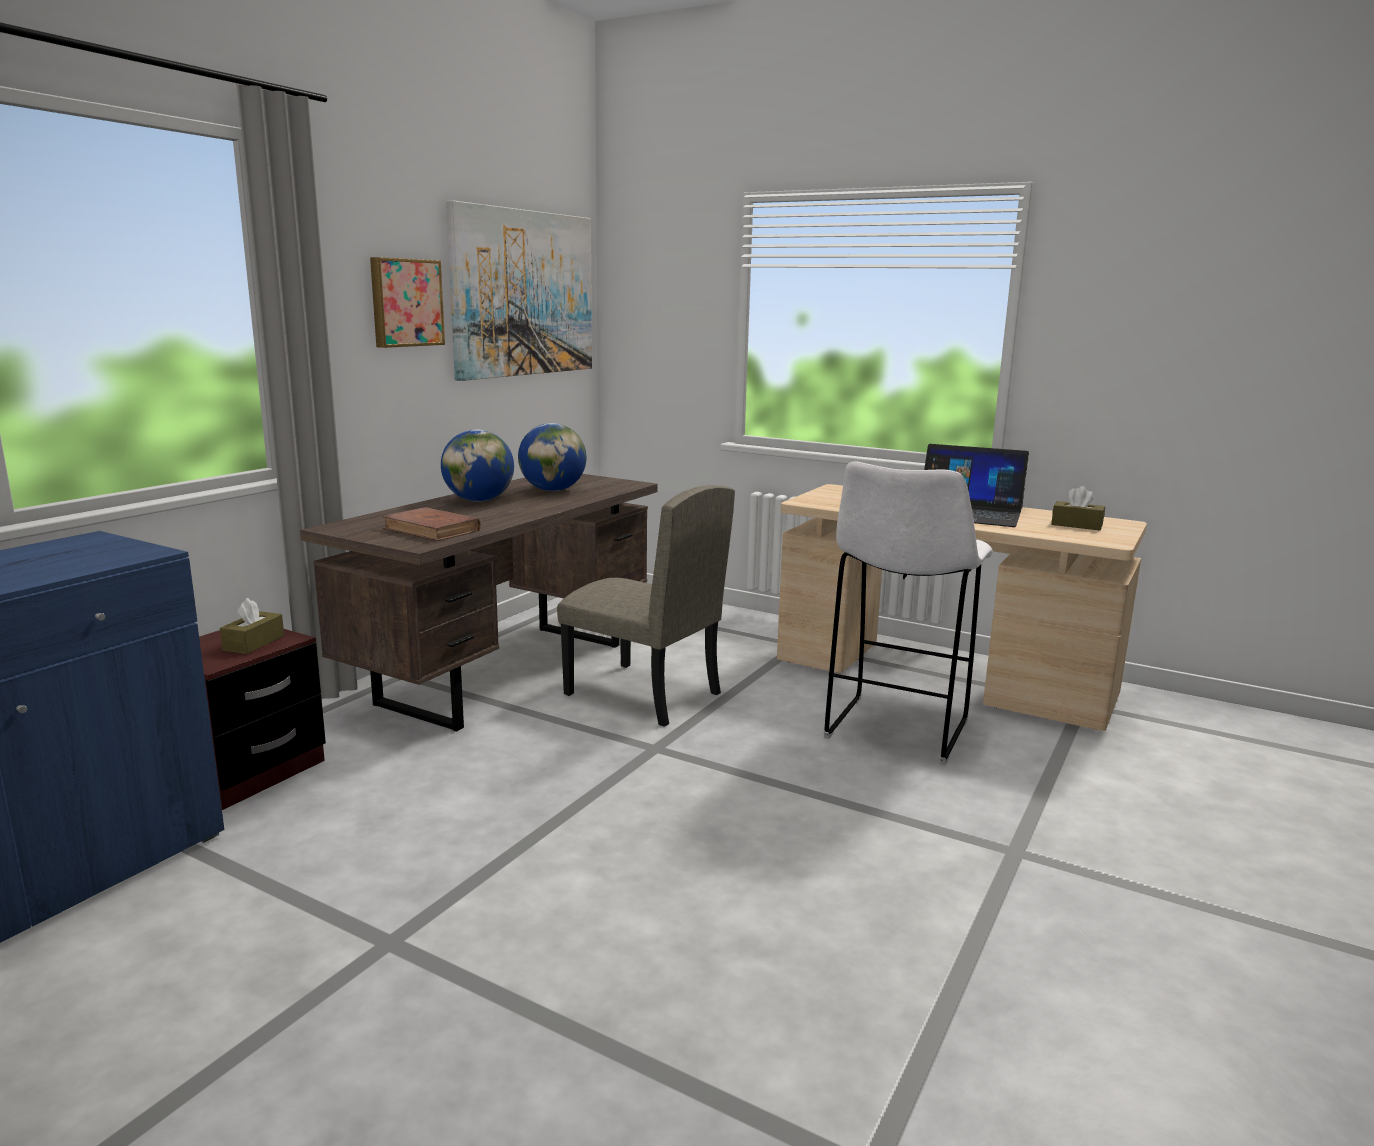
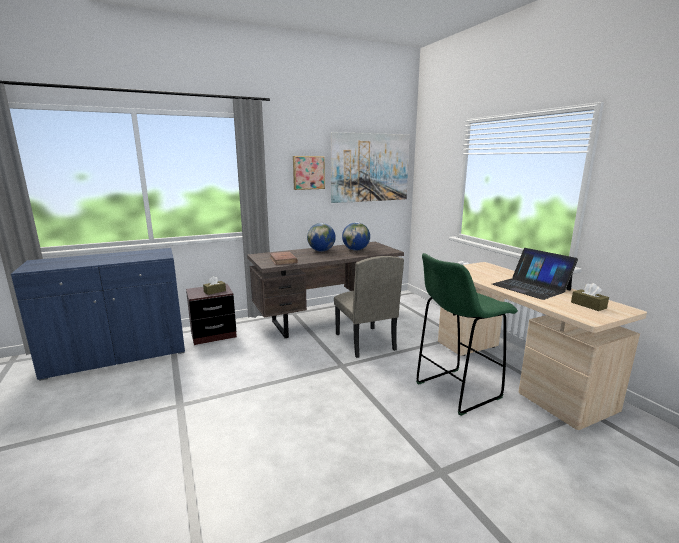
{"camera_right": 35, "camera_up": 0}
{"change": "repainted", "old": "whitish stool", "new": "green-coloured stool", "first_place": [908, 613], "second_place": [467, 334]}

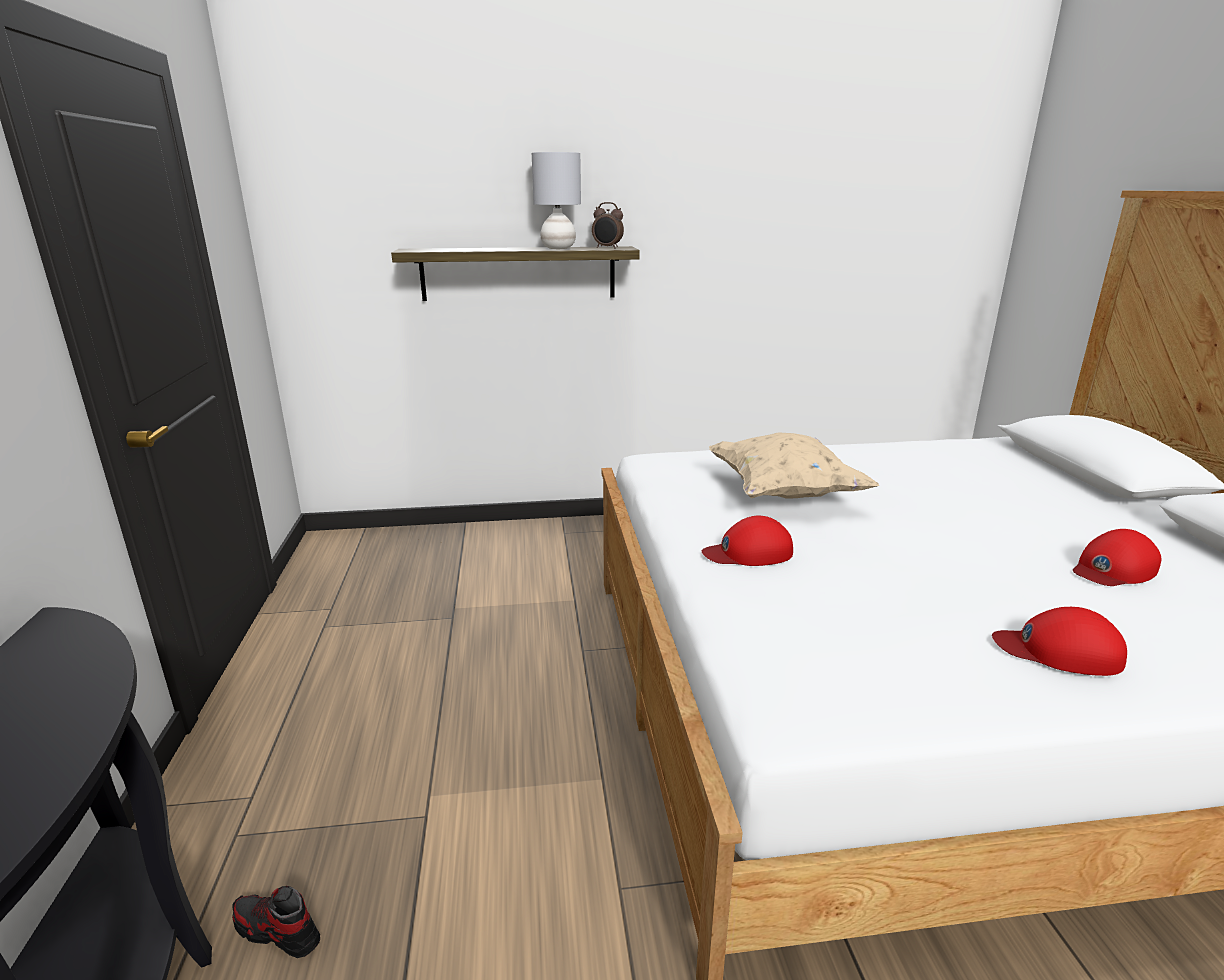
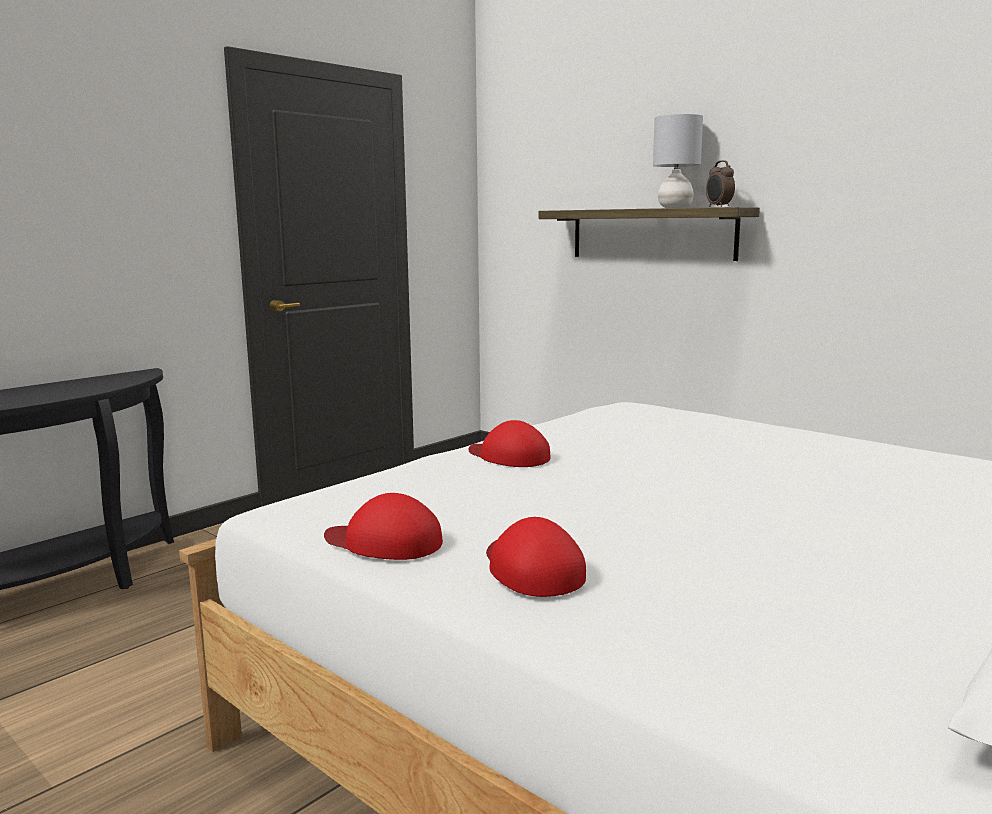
{"camera_right": 50, "camera_up": -10}
{"change": "gone", "old": "item of footwear", "first_place": [276, 922]}
{"change": "gone", "old": "beige pillow", "first_place": [794, 465]}
{"change": "shifted", "old": "red peaked cap", "first_place": [1117, 557], "second_place": [383, 526]}

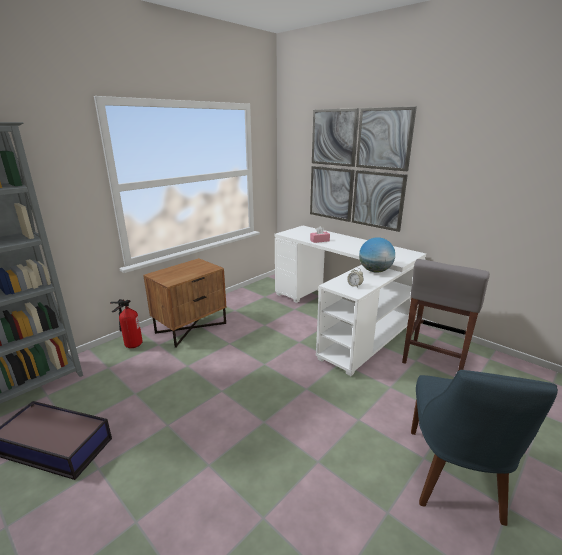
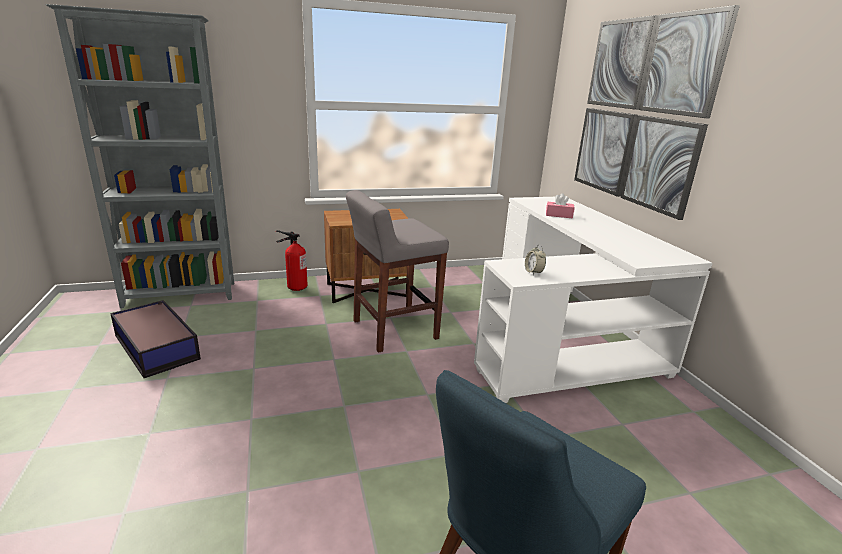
{"camera_right": 30, "camera_up": 0}
{"change": "gone", "old": "desk globe", "first_place": [377, 255]}
{"change": "shifted", "old": "greyish stool", "first_place": [446, 315], "second_place": [397, 271]}

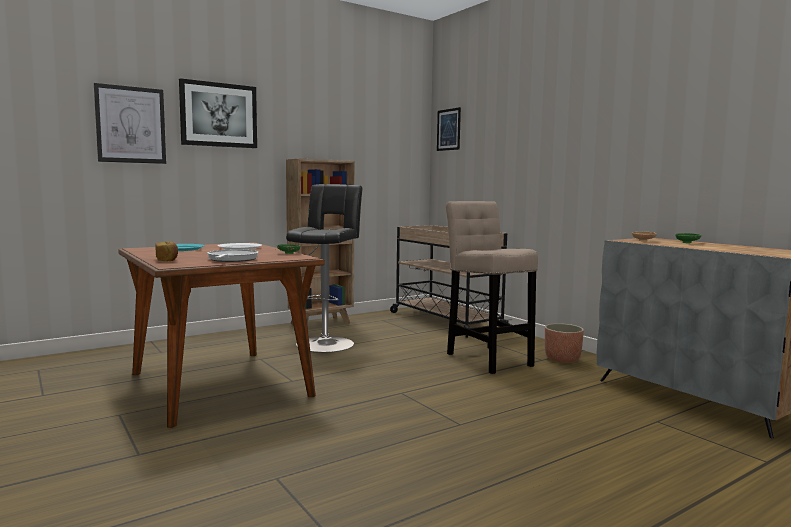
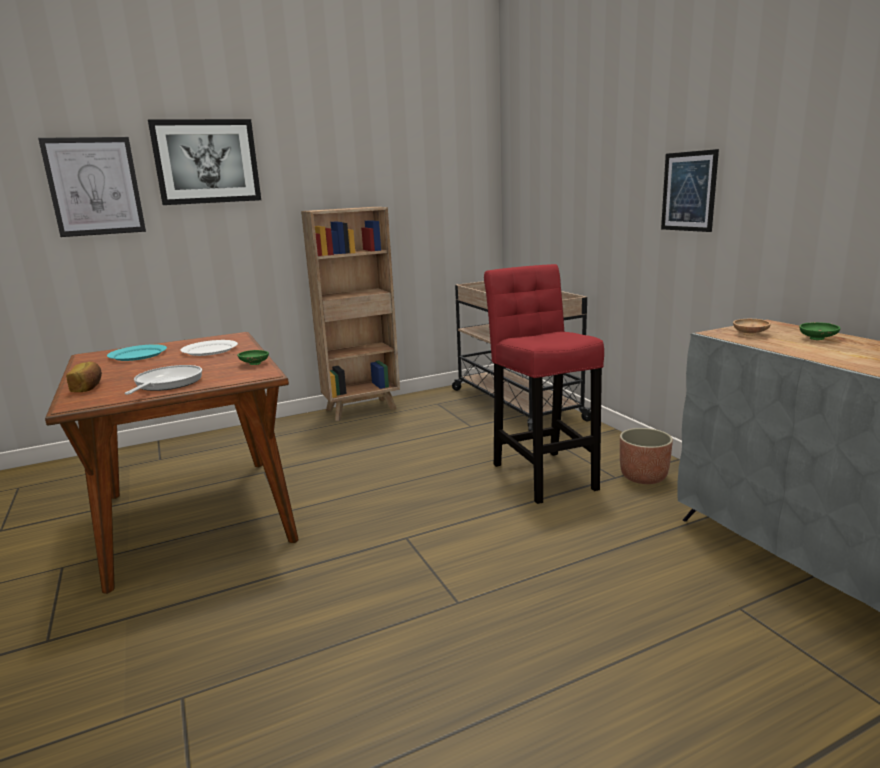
{"camera_right": 10, "camera_up": 10}
{"change": "gone", "old": "blackish stool", "first_place": [324, 268]}
{"change": "shifted", "old": "wall art", "first_place": [449, 129], "second_place": [690, 190]}
{"change": "repainted", "old": "beige stool", "new": "red stool", "first_place": [492, 287], "second_place": [544, 384]}

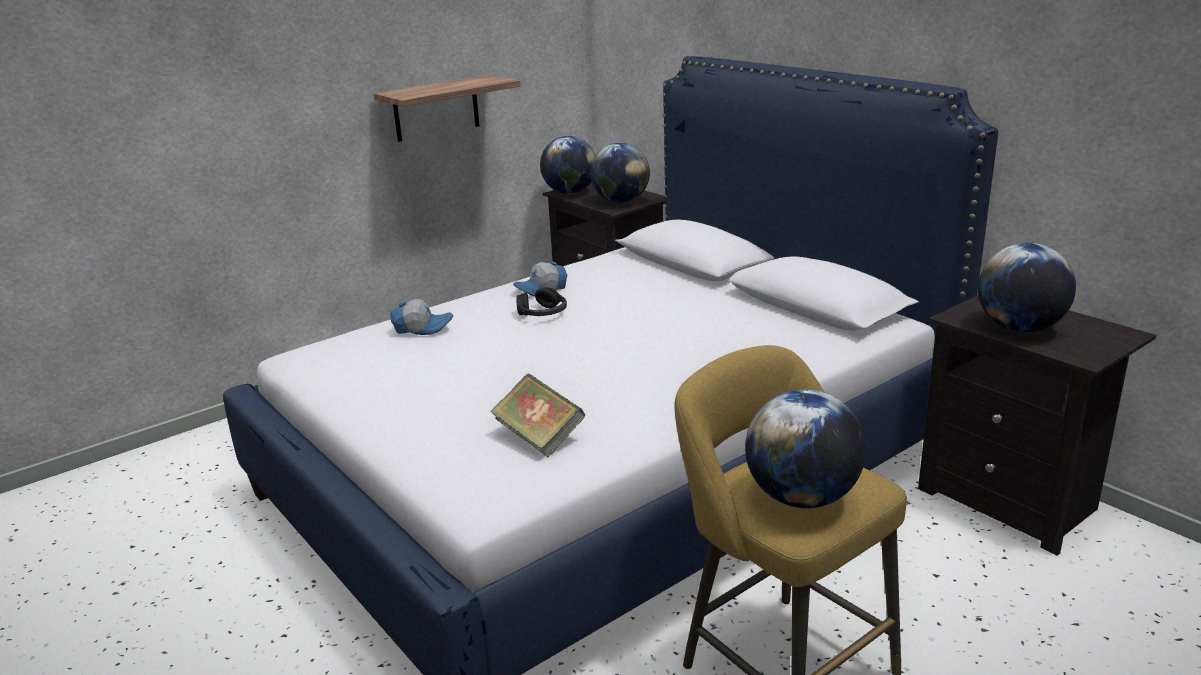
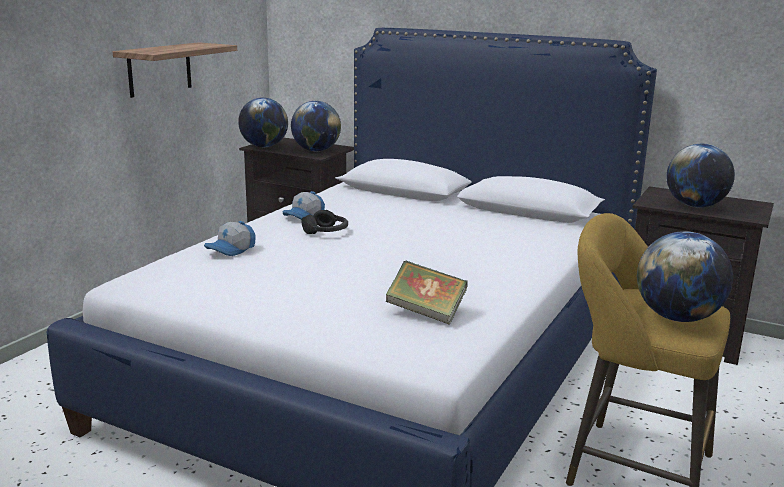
{"camera_right": -25, "camera_up": -5}
{"change": "rotated", "old": "peaked cap", "first_place": [421, 317], "second_place": [230, 238], "degrees": 150}

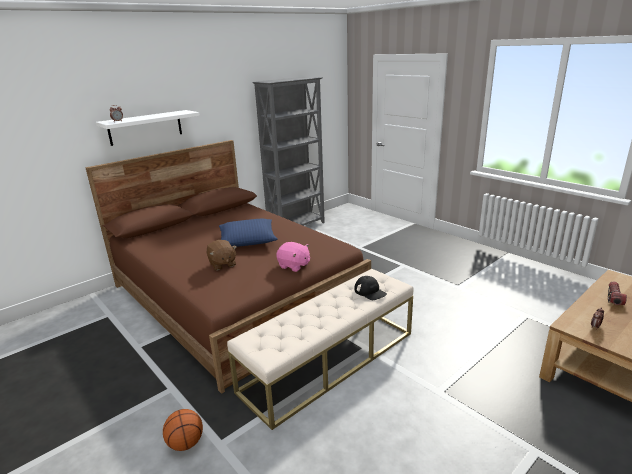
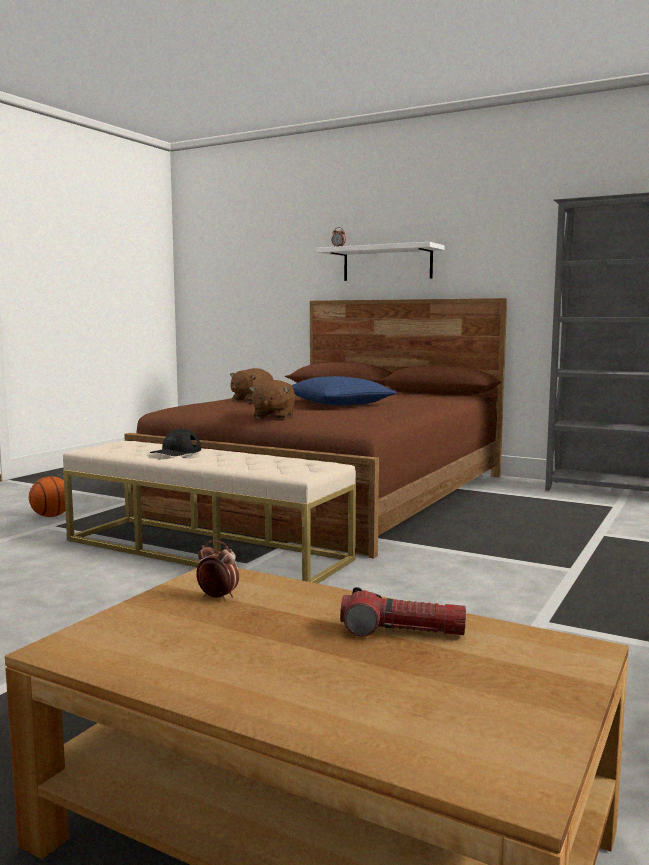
{"camera_right": 70, "camera_up": -15}
{"change": "repainted", "old": "pink soft toy", "new": "brown soft toy", "first_place": [293, 257], "second_place": [272, 399]}
{"change": "shifted", "old": "blackish peaked cap", "first_place": [370, 288], "second_place": [175, 442]}

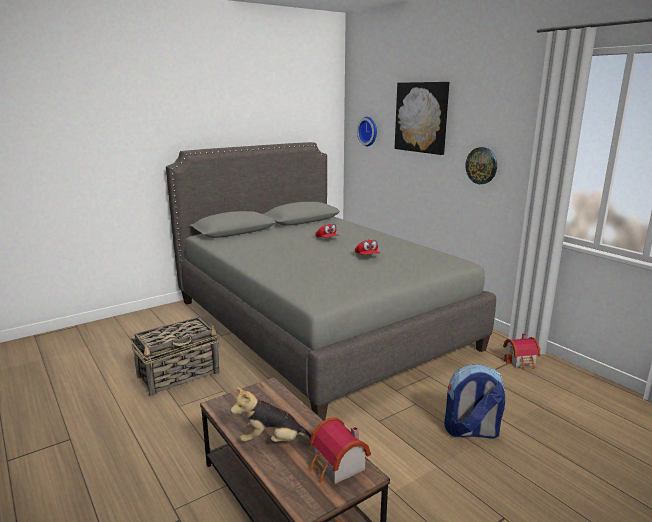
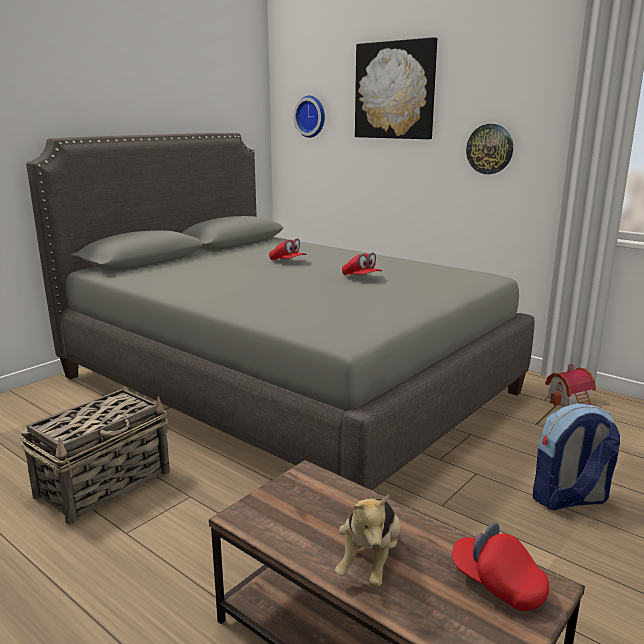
{"camera_right": -15, "camera_up": 0}
{"change": "rotated", "old": "soft toy", "first_place": [271, 414], "second_place": [368, 540], "degrees": -60}
{"change": "swapped", "old": "toy house", "new": "red peaked cap", "first_place": [340, 450], "second_place": [500, 566]}

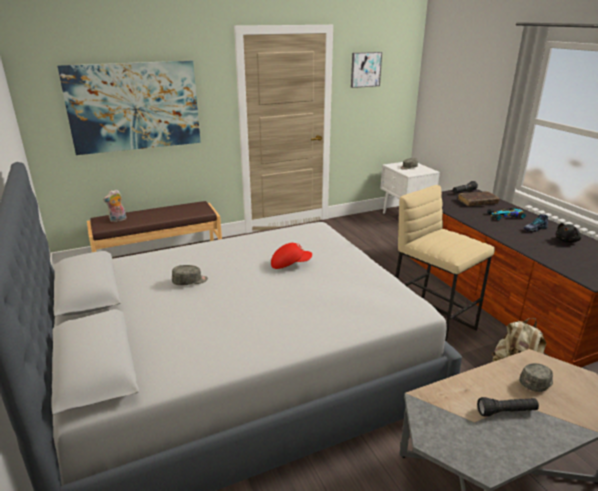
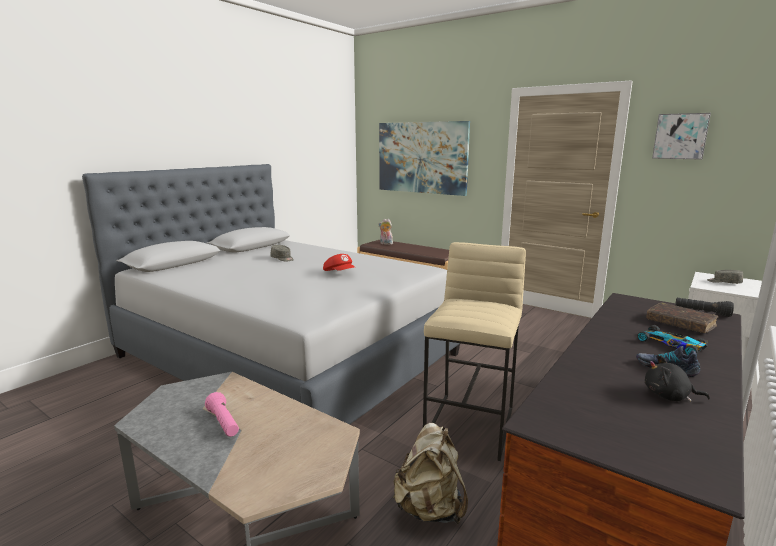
{"camera_right": 60, "camera_up": -10}
{"change": "repainted", "old": "blackish flashlight", "new": "pink flashlight", "first_place": [508, 407], "second_place": [222, 414]}
{"change": "gone", "old": "greyish peaked cap", "first_place": [536, 377]}

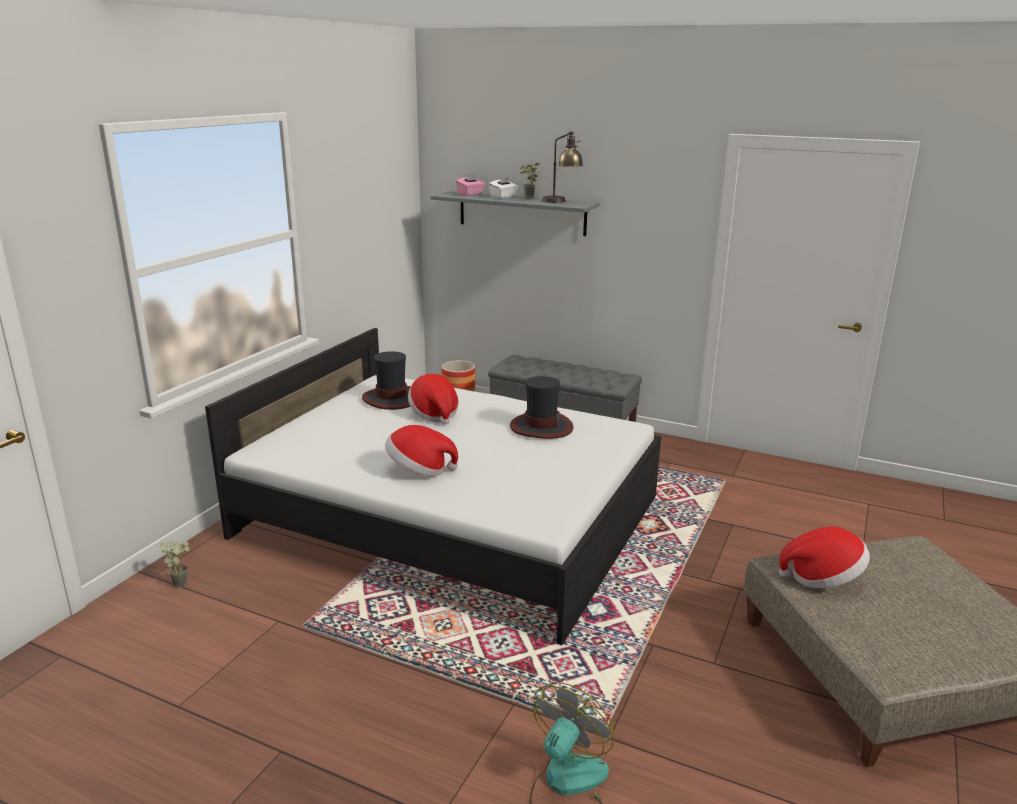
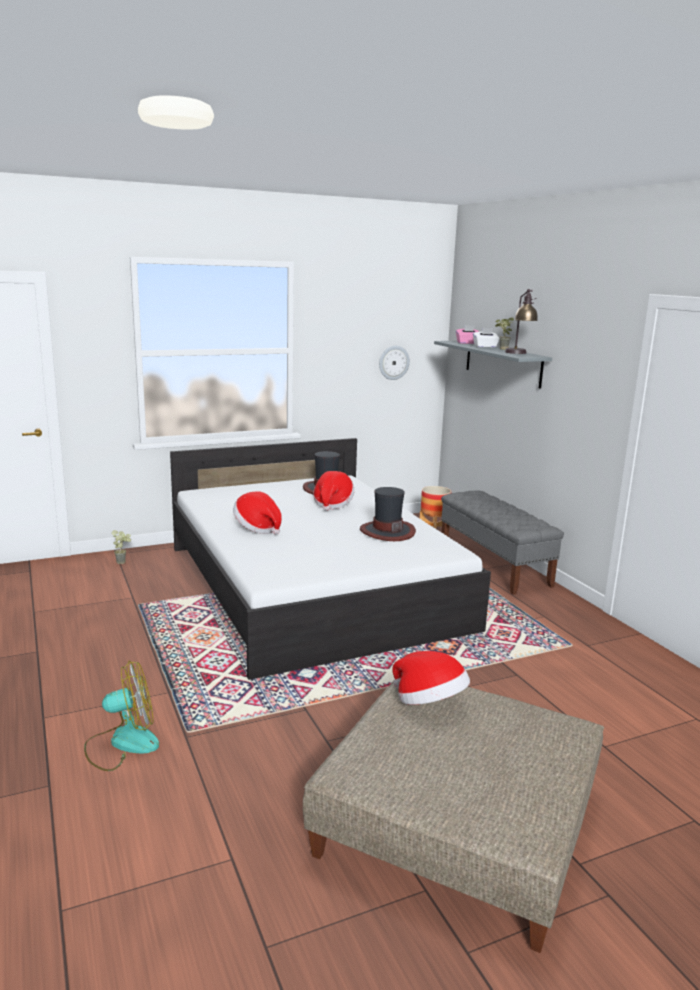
{"camera_right": 40, "camera_up": -5}
{"change": "new", "new": "wall clock", "second_place": [394, 363]}

